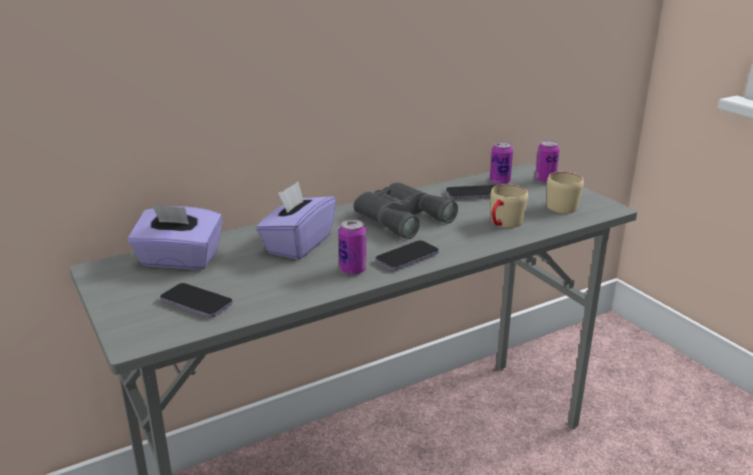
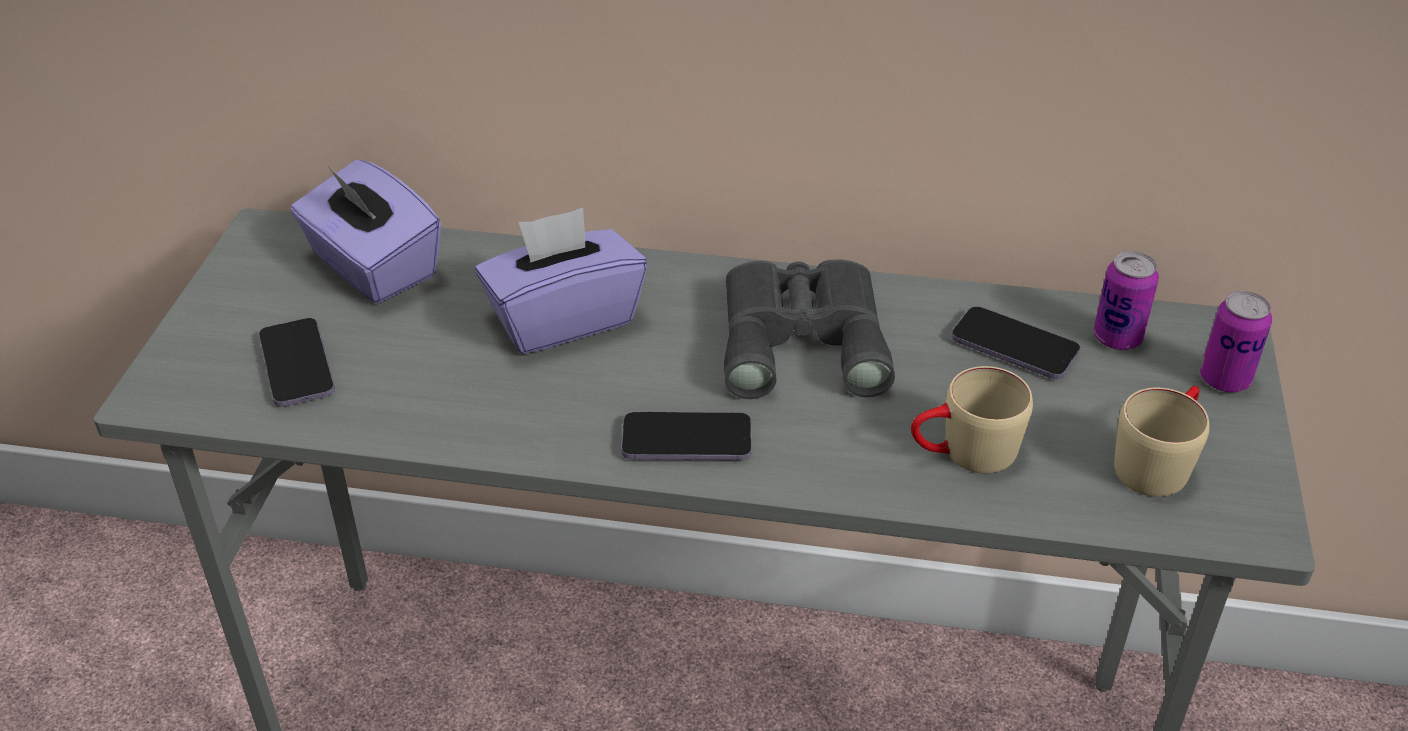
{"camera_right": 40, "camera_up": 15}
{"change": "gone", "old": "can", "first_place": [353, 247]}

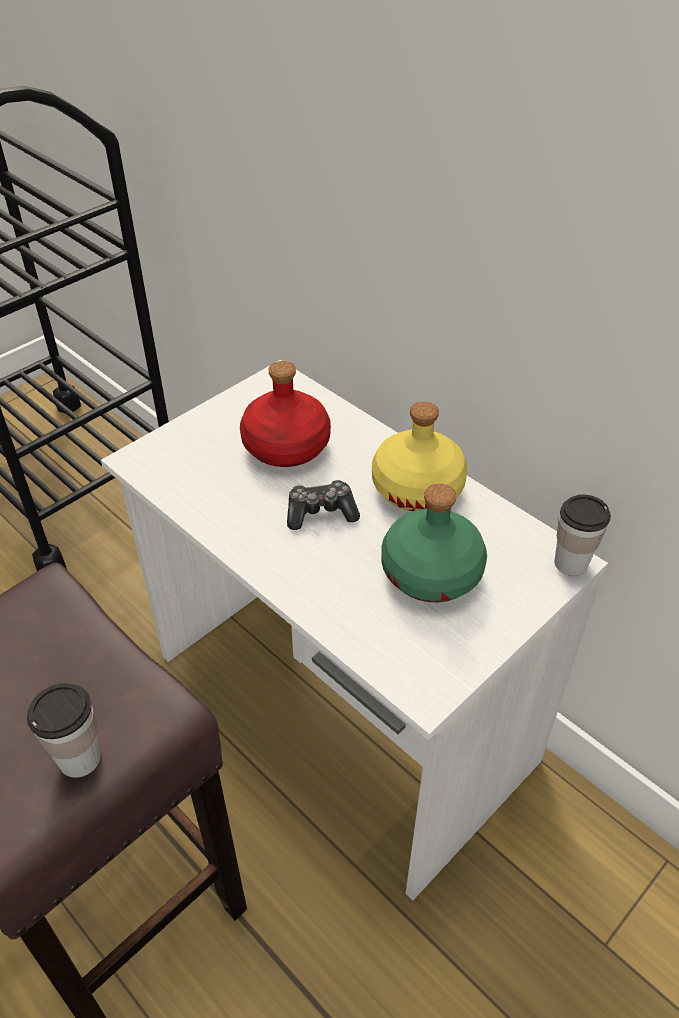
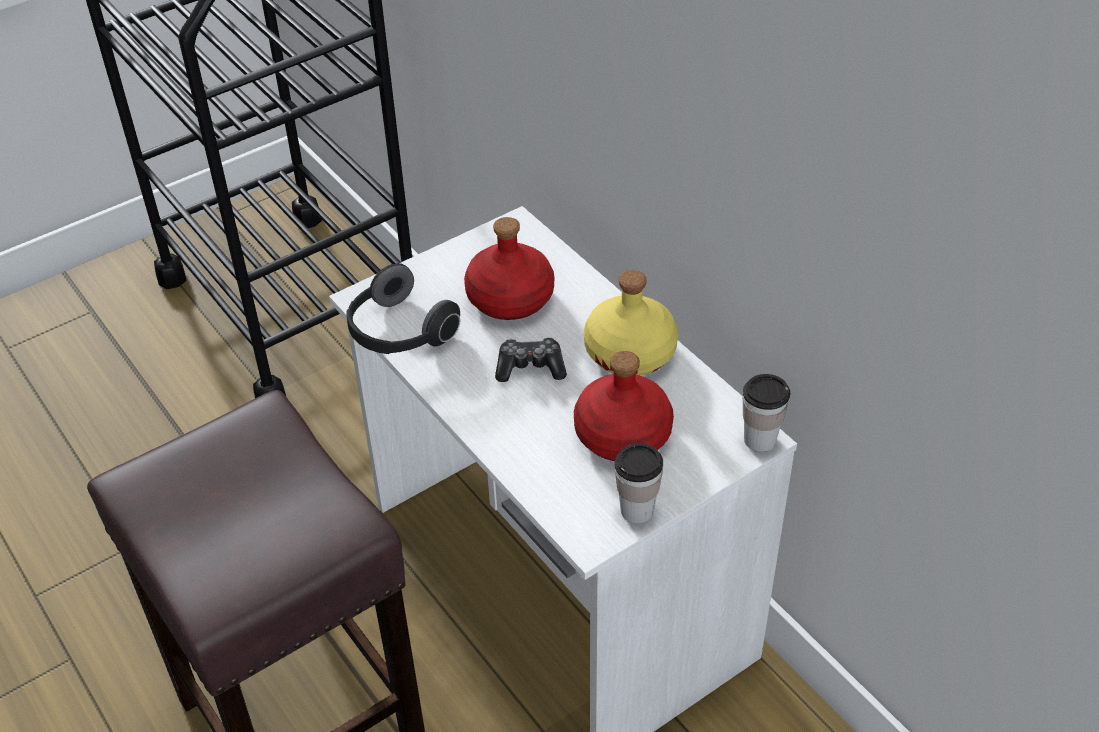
{"camera_right": 10, "camera_up": 0}
{"change": "shifted", "old": "cup", "first_place": [64, 730], "second_place": [639, 483]}
{"change": "repainted", "old": "green-coloured bottle", "new": "red bottle", "first_place": [434, 543], "second_place": [624, 406]}
{"change": "new", "new": "pair of headphones", "second_place": [403, 308]}

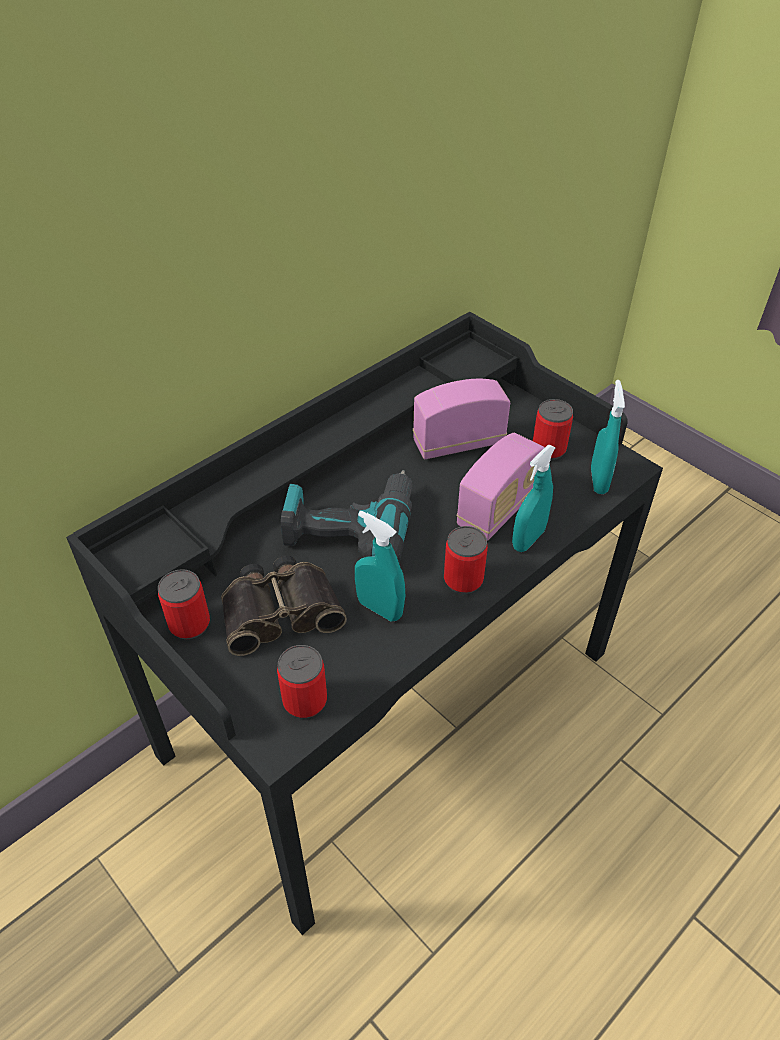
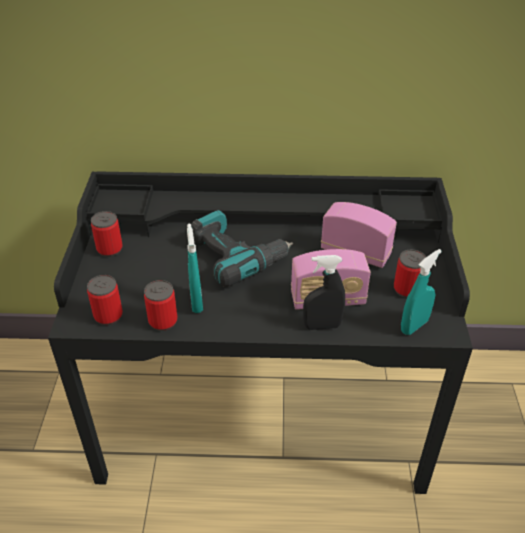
{"camera_right": 45, "camera_up": -5}
{"change": "gone", "old": "pair of binoculars", "first_place": [284, 606]}
{"change": "shifted", "old": "can", "first_place": [466, 560], "second_place": [161, 305]}
{"change": "repainted", "old": "turquoise-coloured spray bottle", "new": "blackish spray bottle", "first_place": [534, 498], "second_place": [324, 292]}

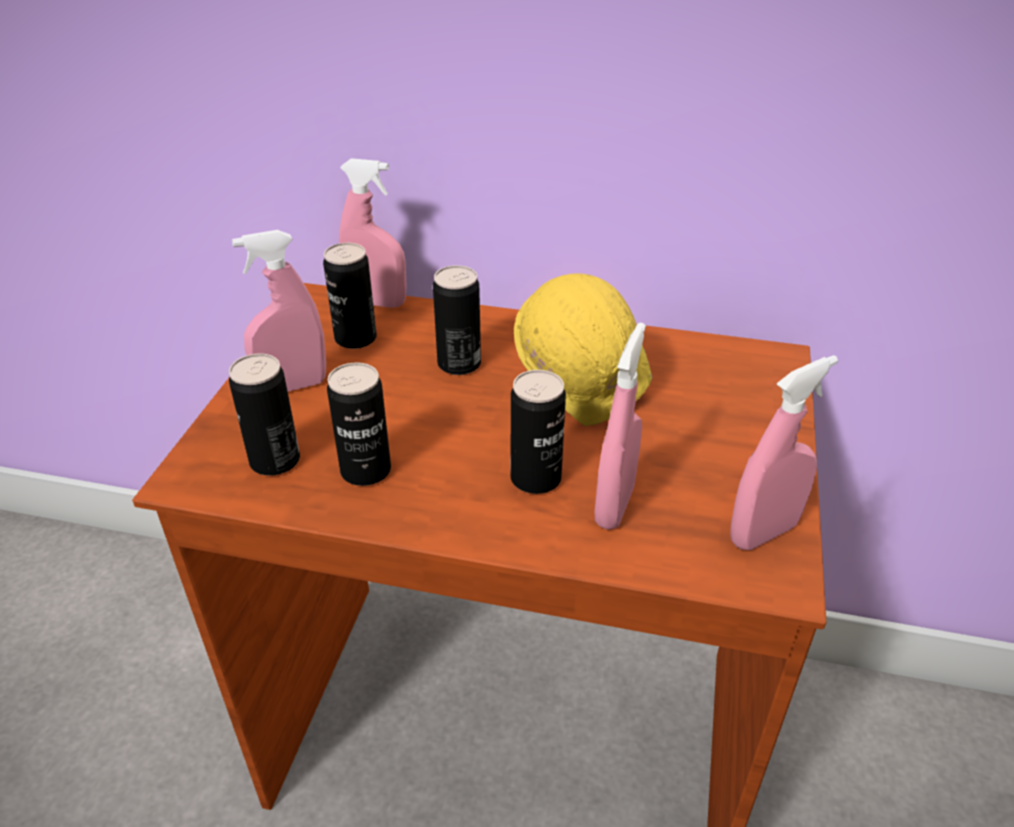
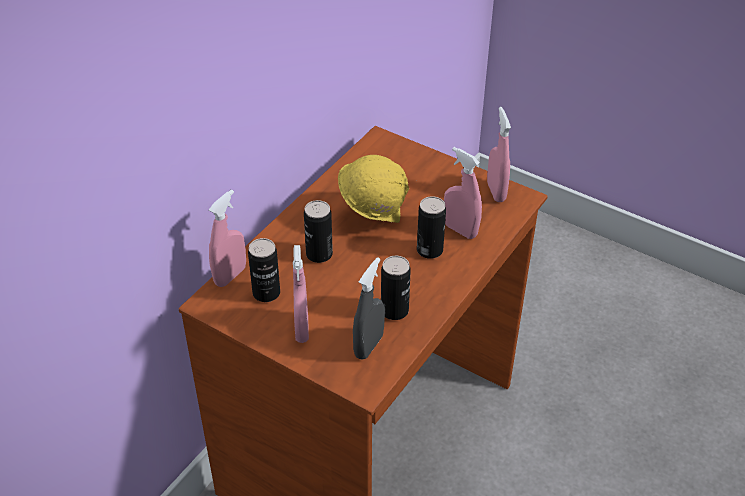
{"camera_right": -70, "camera_up": 5}
{"change": "swapped", "old": "can", "new": "greyish spray bottle", "first_place": [264, 414], "second_place": [369, 308]}

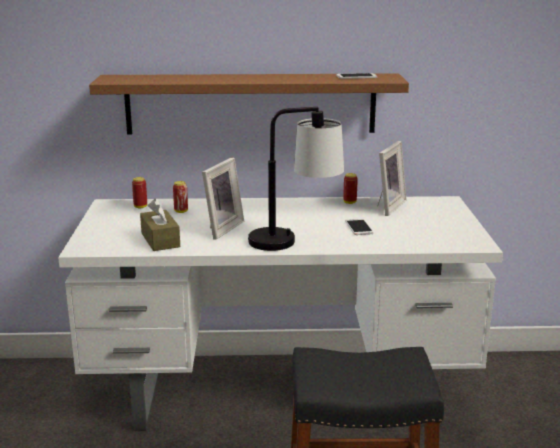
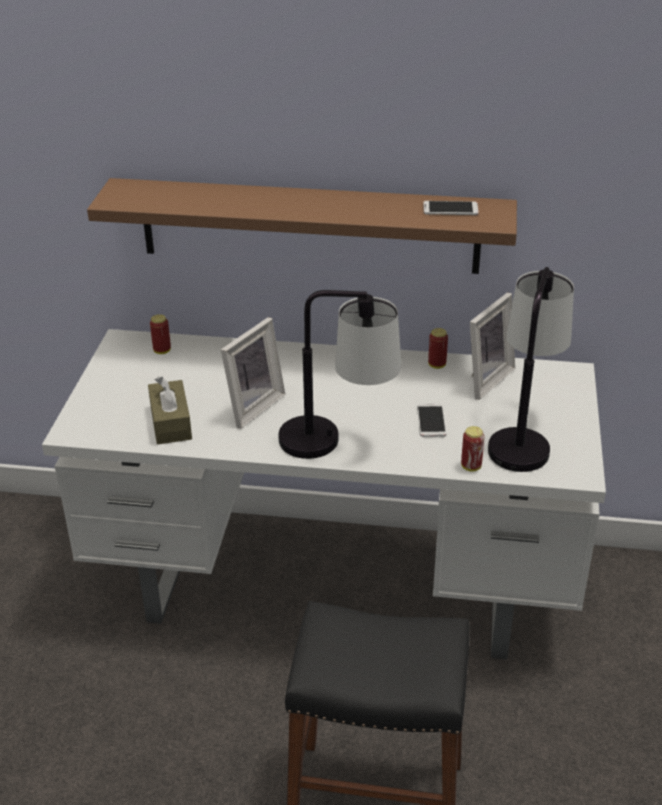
{"camera_right": 10, "camera_up": 15}
{"change": "shifted", "old": "can", "first_place": [180, 197], "second_place": [472, 448]}
{"change": "new", "new": "table lamp", "second_place": [531, 369]}

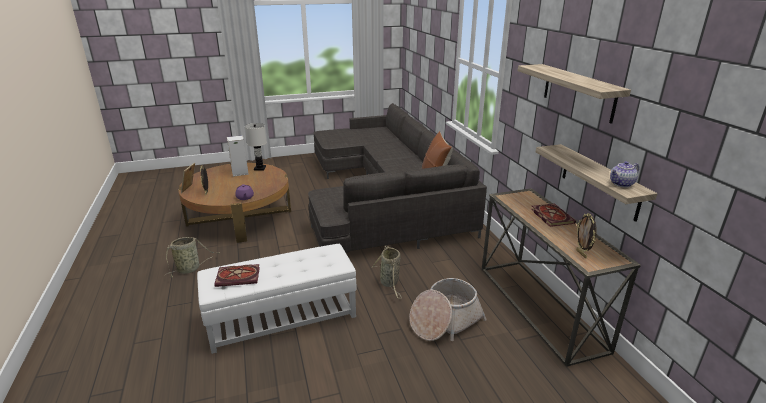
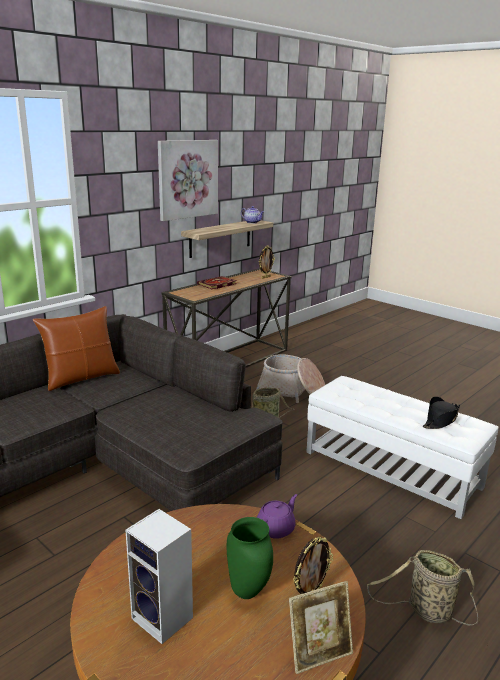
{"camera_right": -120, "camera_up": -5}
{"change": "swapped", "old": "book", "new": "blackish hat", "first_place": [237, 275], "second_place": [441, 412]}
{"change": "gone", "old": "whitish table lamp", "first_place": [256, 147]}
{"change": "swapped", "old": "shelf", "new": "wall art", "first_place": [574, 94], "second_place": [188, 180]}
{"change": "new", "new": "green-coloured flower vase", "second_place": [250, 558]}

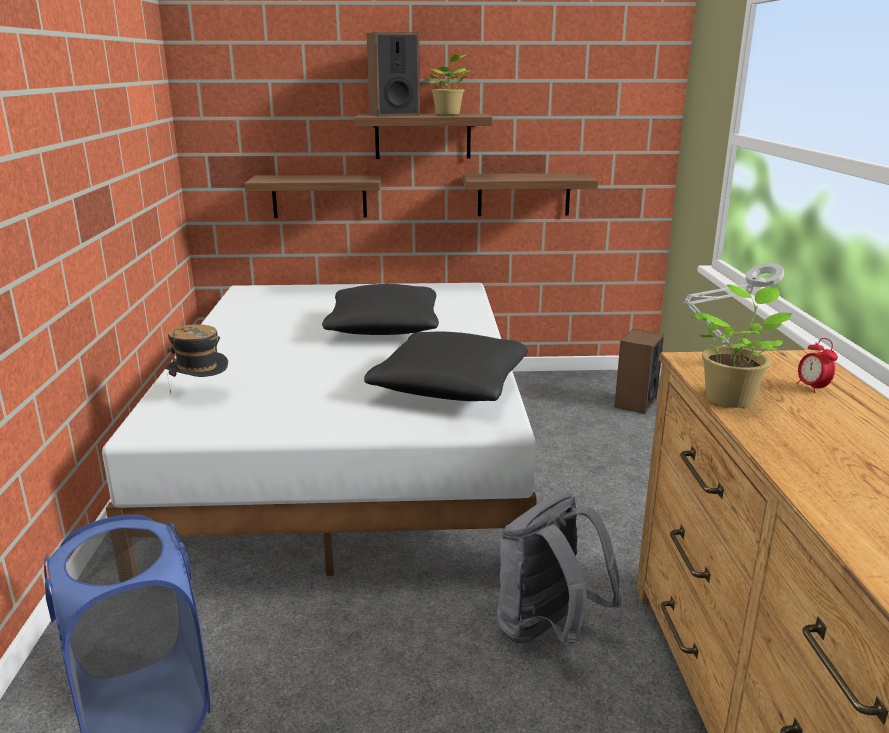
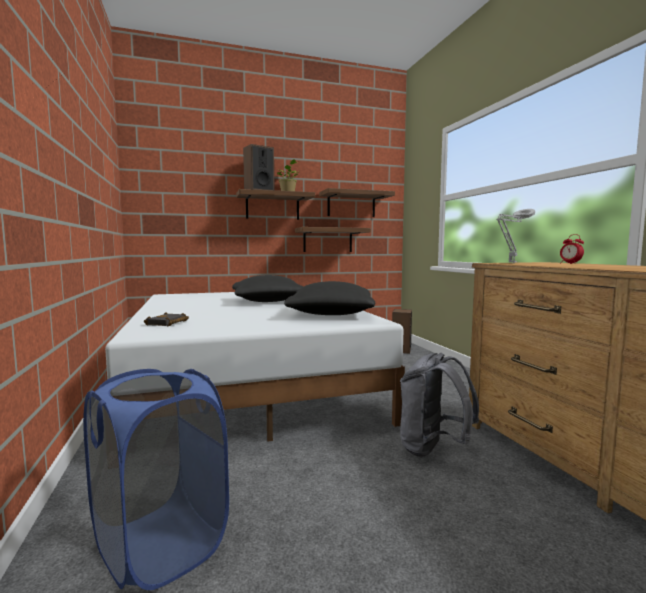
{"camera_right": -15, "camera_up": -15}
{"change": "swapped", "old": "hat", "new": "blackish book", "first_place": [196, 358], "second_place": [166, 319]}
{"change": "shifted", "old": "shelf", "first_place": [313, 196], "second_place": [357, 202]}
{"change": "gone", "old": "houseplant", "first_place": [741, 346]}

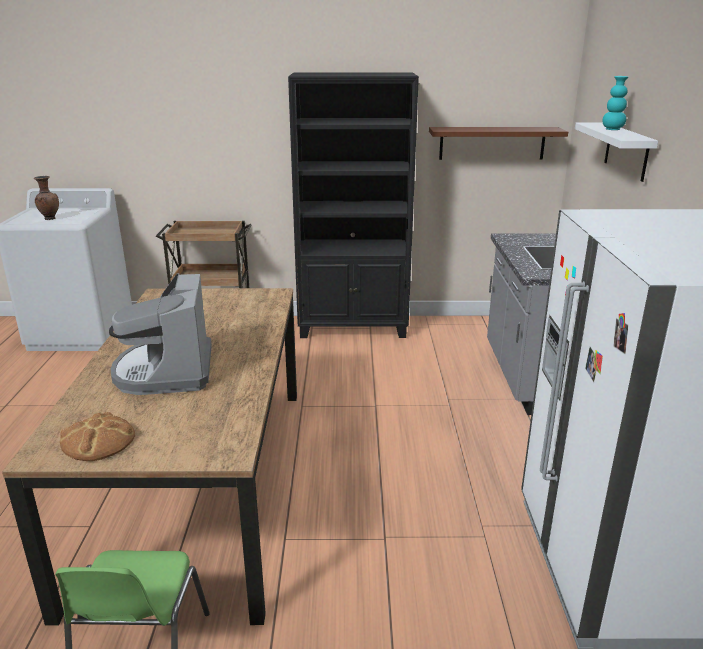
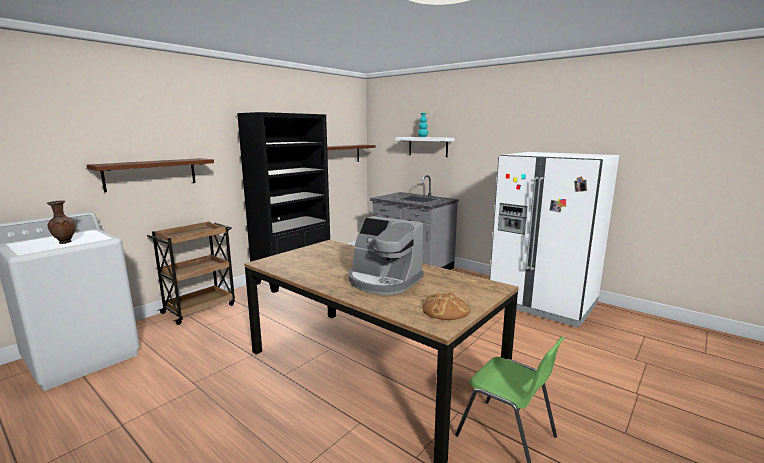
{"camera_right": -50, "camera_up": -10}
{"change": "new", "new": "brown shelf", "second_place": [150, 175]}

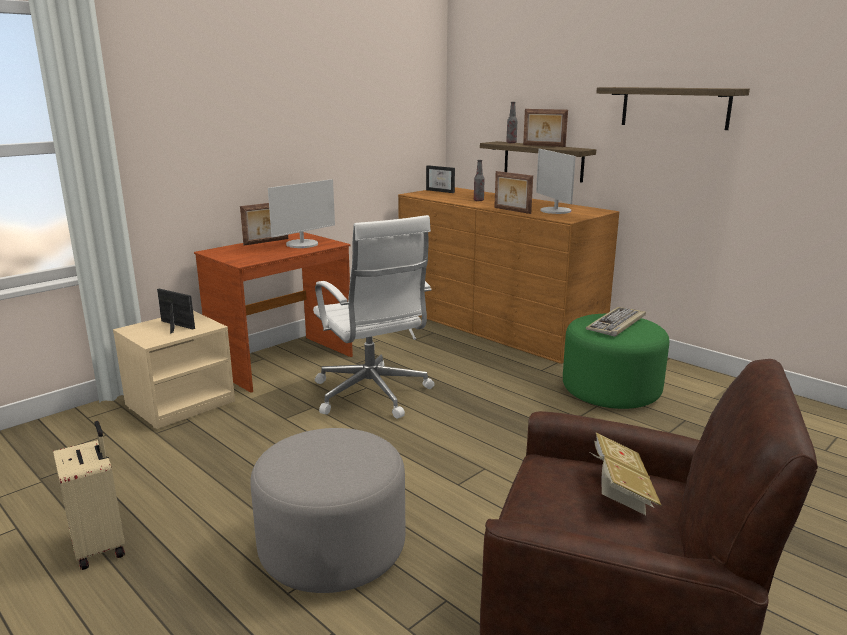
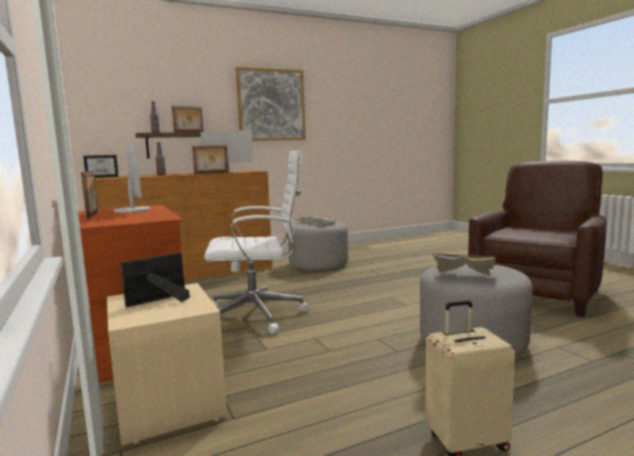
{"camera_right": -70, "camera_up": -10}
{"change": "repainted", "old": "green-coloured footrest", "new": "greyish footrest", "first_place": [616, 361], "second_place": [318, 246]}
{"change": "shifted", "old": "book", "first_place": [625, 473], "second_place": [464, 264]}
{"change": "swapped", "old": "shelf", "new": "wall art", "first_place": [673, 108], "second_place": [271, 104]}

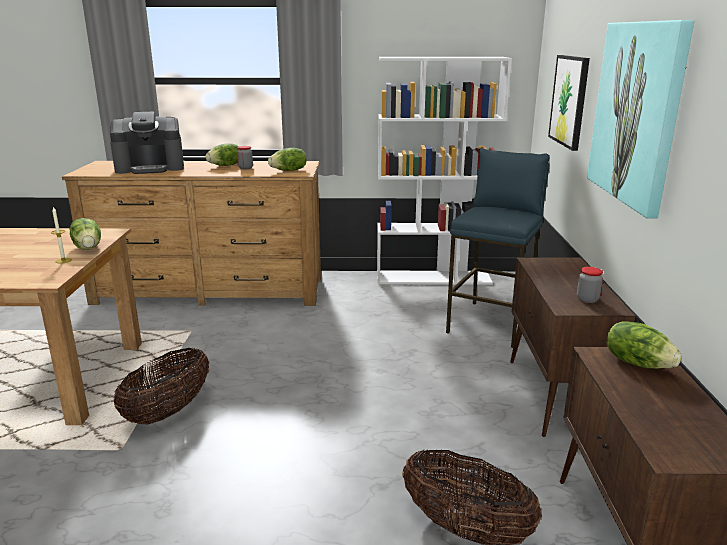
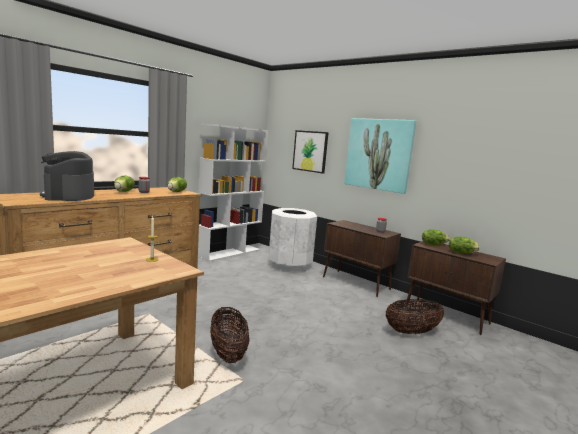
{"camera_right": -50, "camera_up": -10}
{"change": "shifted", "old": "head of lettuce", "first_place": [85, 234], "second_place": [464, 245]}
{"change": "rotated", "old": "coffee machine", "first_place": [147, 143], "second_place": [67, 176], "degrees": 135}
{"change": "swapped", "old": "blue-coloured stool", "new": "whitish waste bin", "first_place": [498, 248], "second_place": [293, 240]}

